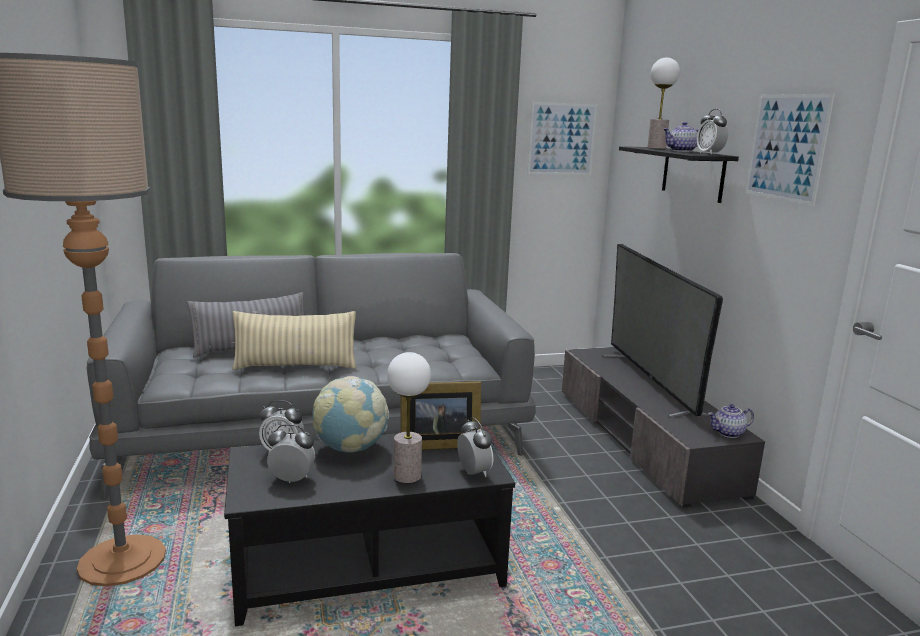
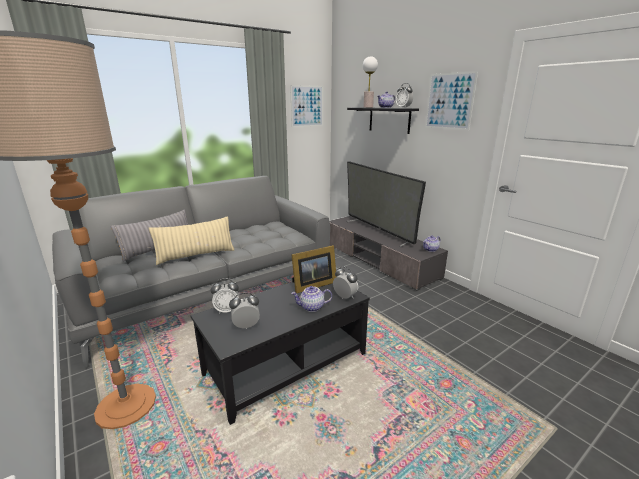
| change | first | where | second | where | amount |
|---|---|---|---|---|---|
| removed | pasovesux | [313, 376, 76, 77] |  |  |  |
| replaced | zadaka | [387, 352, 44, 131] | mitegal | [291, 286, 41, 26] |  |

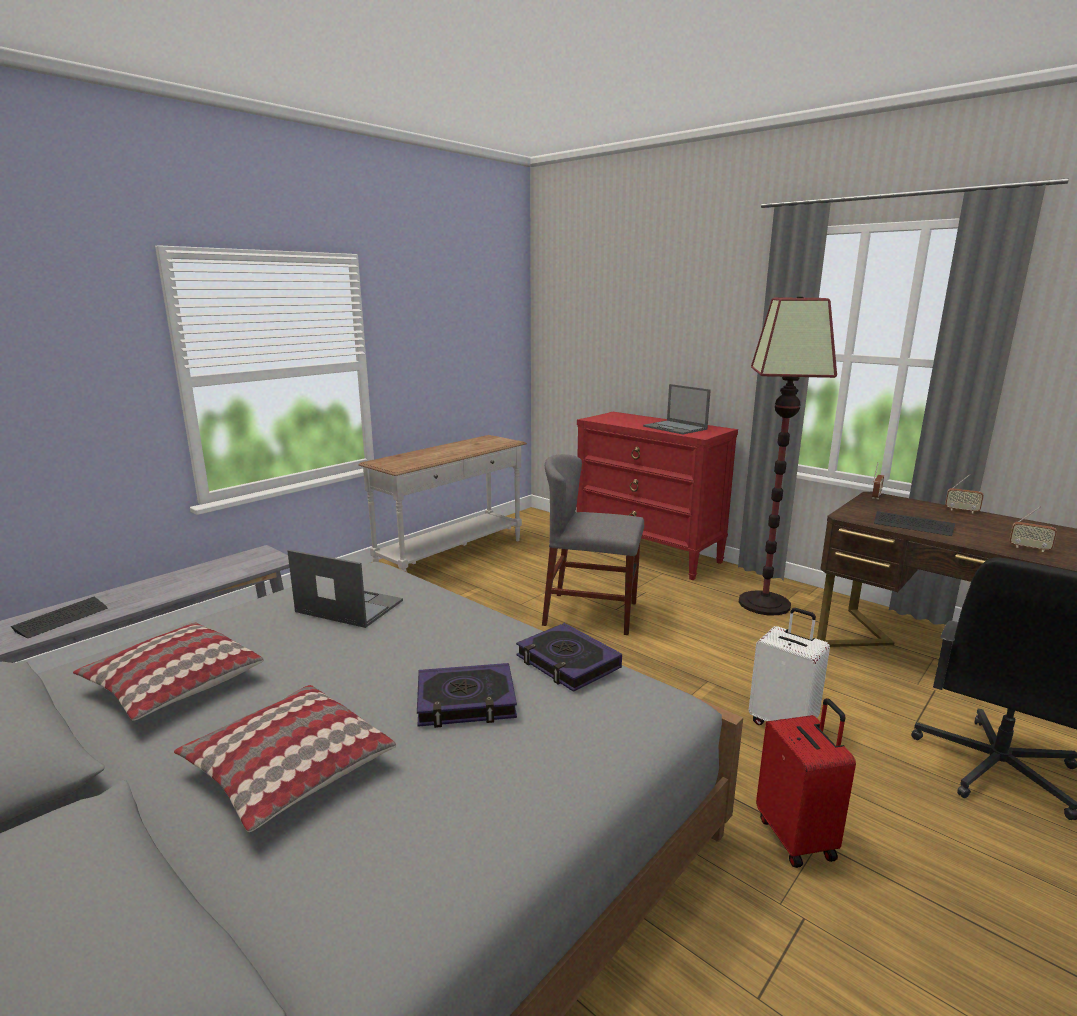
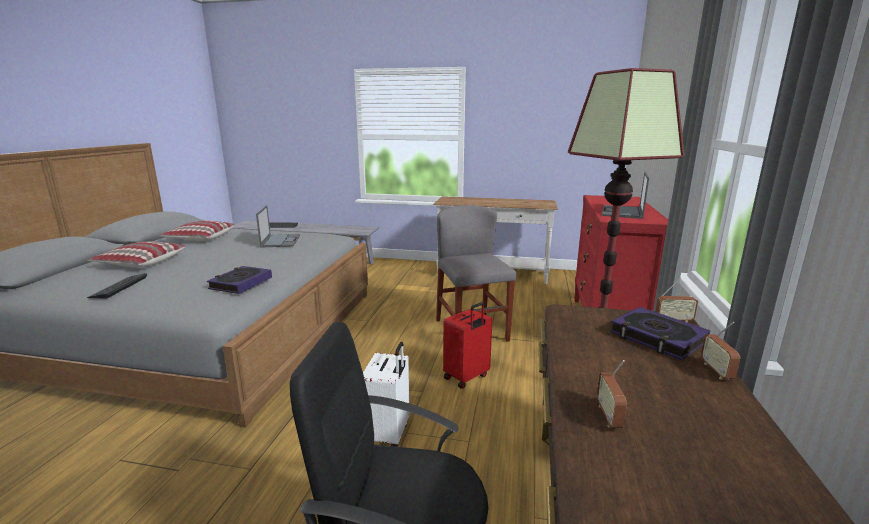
| change | first | where | second | where | amount |
|---|---|---|---|---|---|
| moved | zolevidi | [417, 663, 100, 65] |  | [610, 307, 100, 53] |  |
| moved | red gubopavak | [756, 698, 100, 170] |  | [443, 302, 50, 87] |  |
| moved | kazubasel | [874, 511, 81, 25] |  | [87, 273, 60, 25] |  |

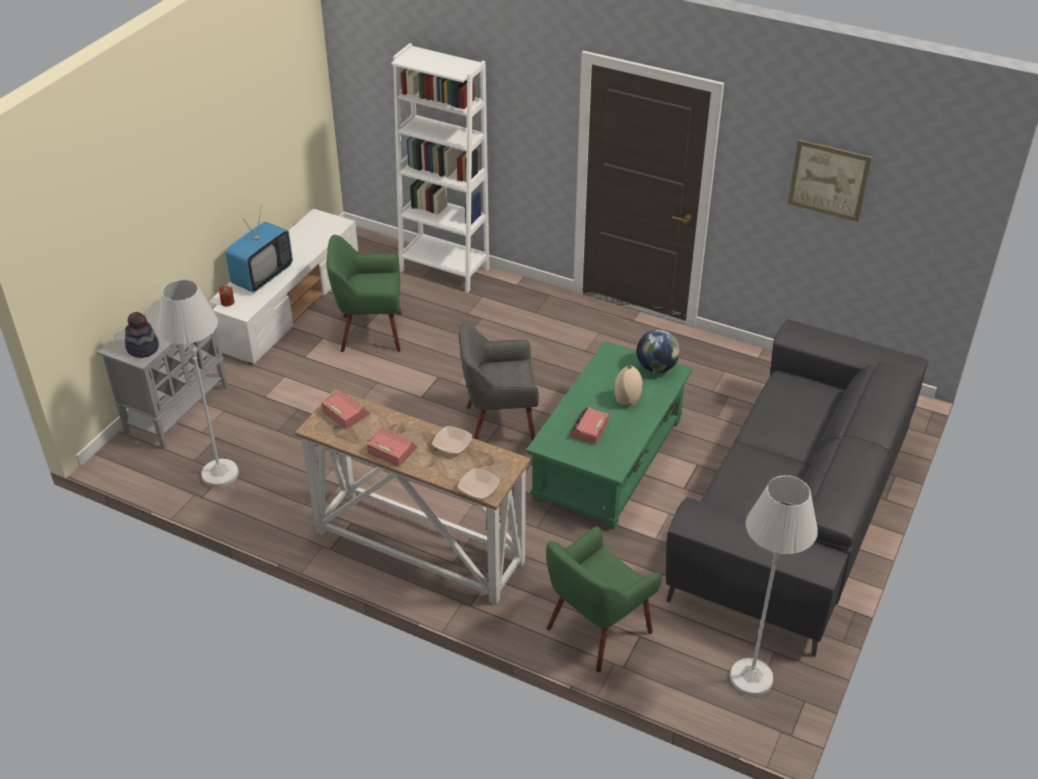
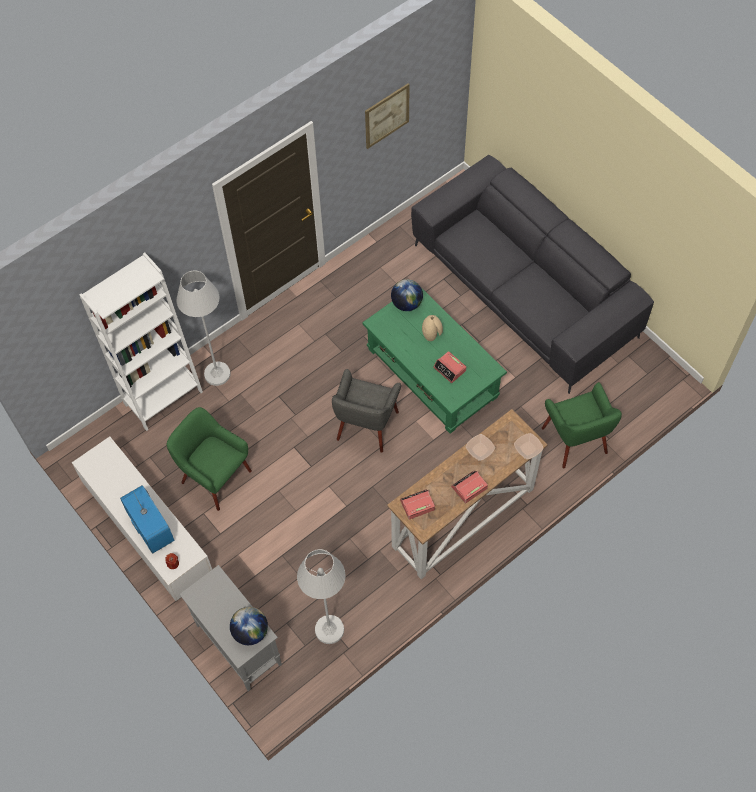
| change | first | where | second | where | amount |
|---|---|---|---|---|---|
| moved | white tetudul | [730, 475, 88, 221] |  | [176, 270, 55, 116] |  |
| replaced | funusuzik | [125, 312, 34, 46] | pasovesux | [230, 607, 38, 38] |  |
| turned | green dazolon | [326, 235, 76, 117] |  | [167, 407, 85, 104] | 105 degrees clockwise |

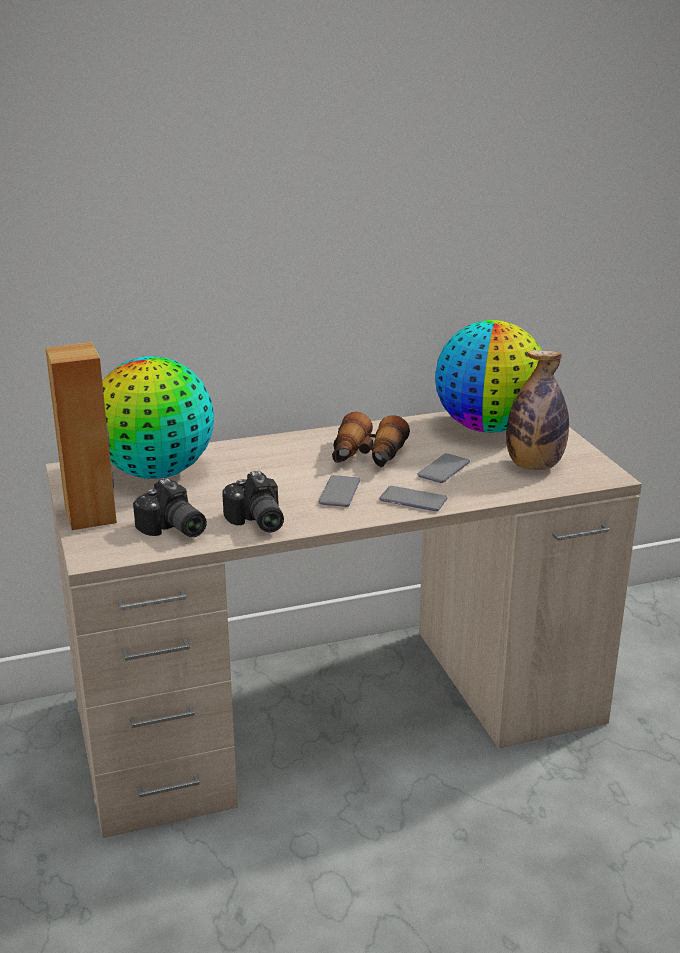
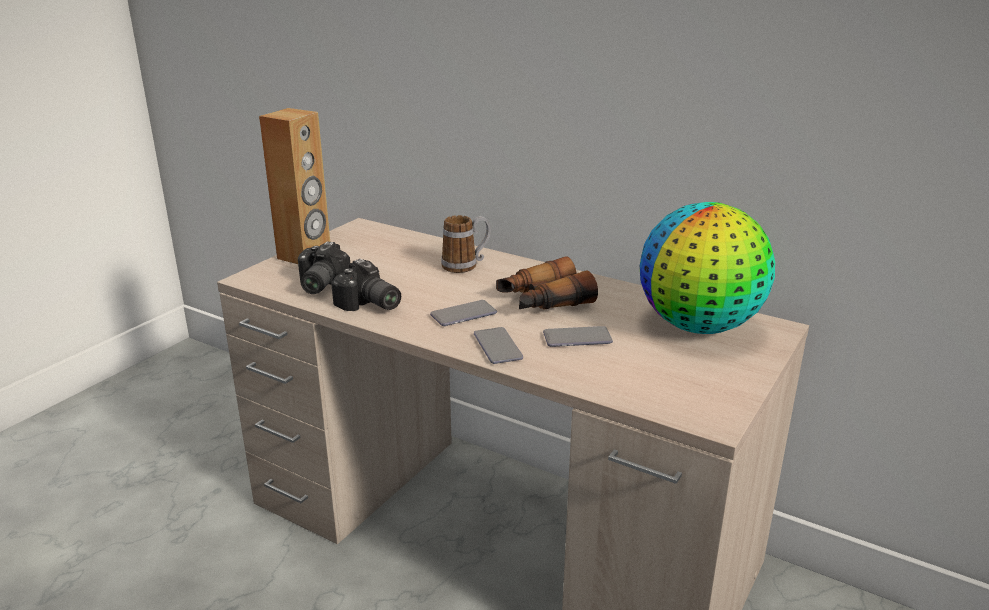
| change | first | where | second | where | amount |
|---|---|---|---|---|---|
| removed | pasovesux | [102, 356, 112, 123] |  |  |  |
| removed | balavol | [506, 350, 63, 120] |  |  |  |
| added |  |  | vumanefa | [441, 215, 50, 58] |  |
| turned | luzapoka | [222, 471, 62, 62] |  | [331, 259, 70, 52] | 75 degrees counterclockwise |

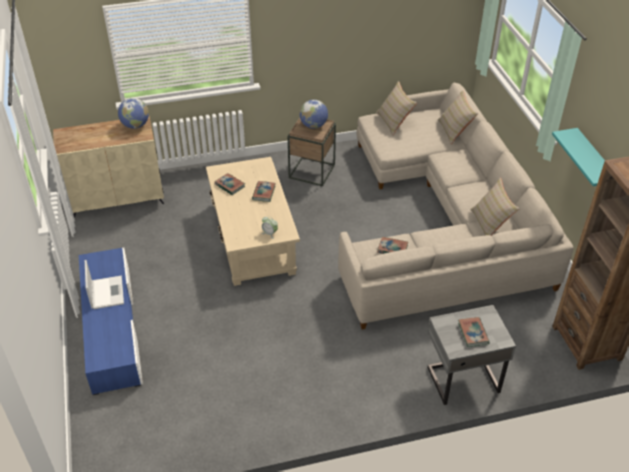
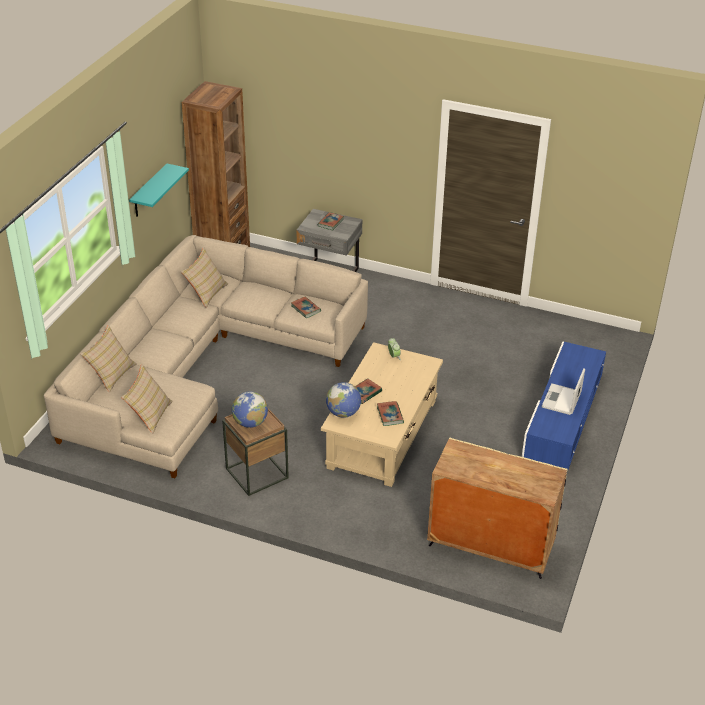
| change | first | where | second | where | amount |
|---|---|---|---|---|---|
| moved | pasovesux | [118, 98, 31, 31] |  | [326, 382, 35, 36] |  |

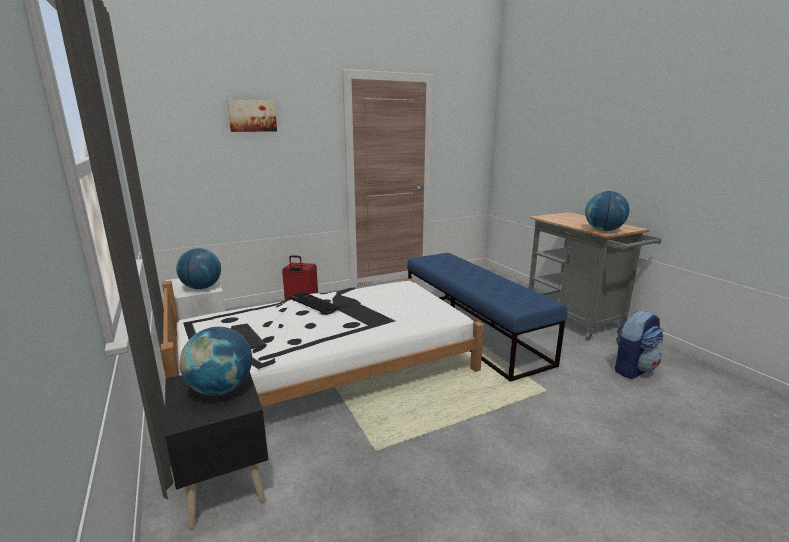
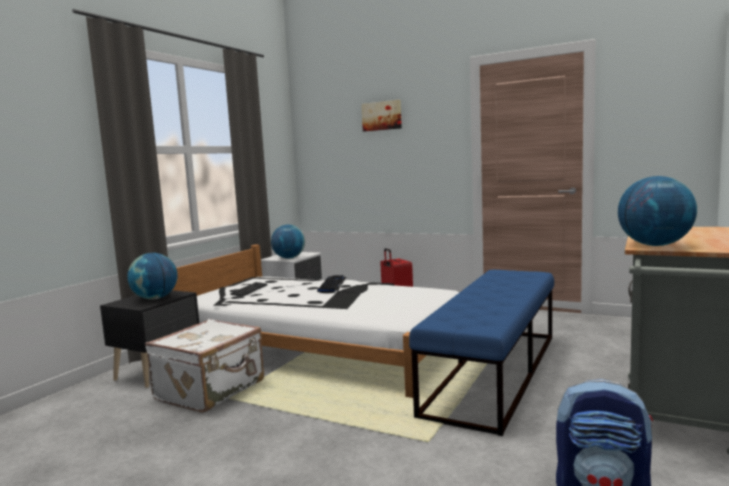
| change | first | where | second | where | amount |
|---|---|---|---|---|---|
| added |  |  | white gubopavak | [145, 319, 119, 94] |  |

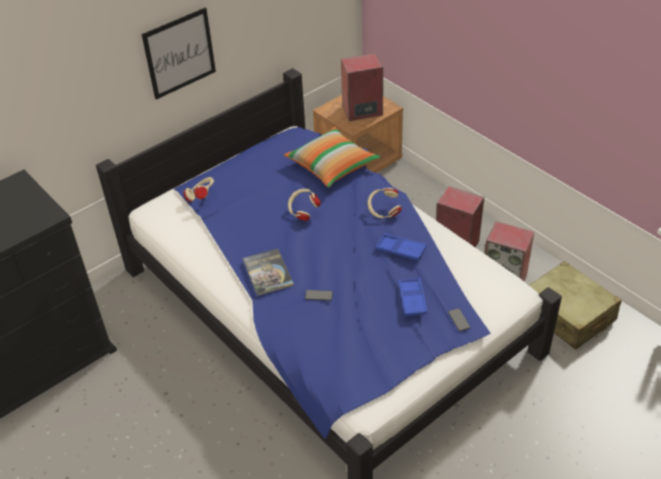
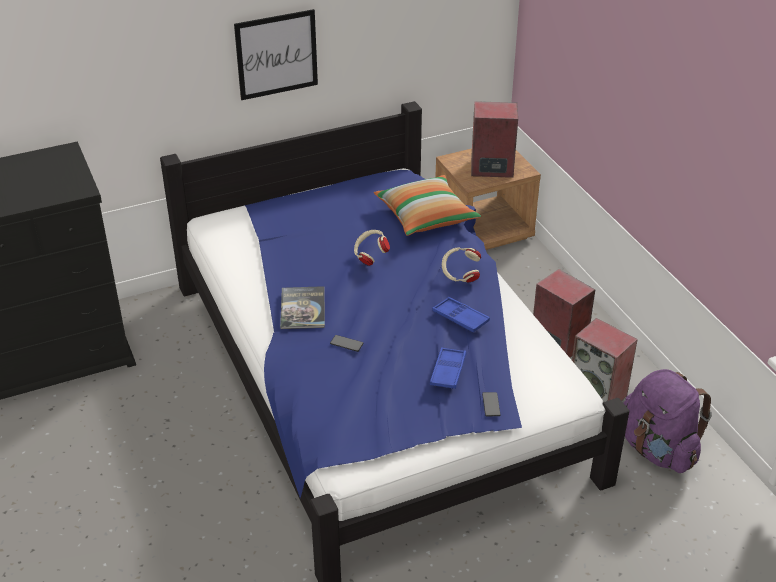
| change | first | where | second | where | amount |
|---|---|---|---|---|---|
| removed | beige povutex | [183, 177, 31, 25] |  |  |  |
| replaced | beige gubopavak | [529, 261, 93, 89] | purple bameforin | [623, 369, 89, 104] |  |

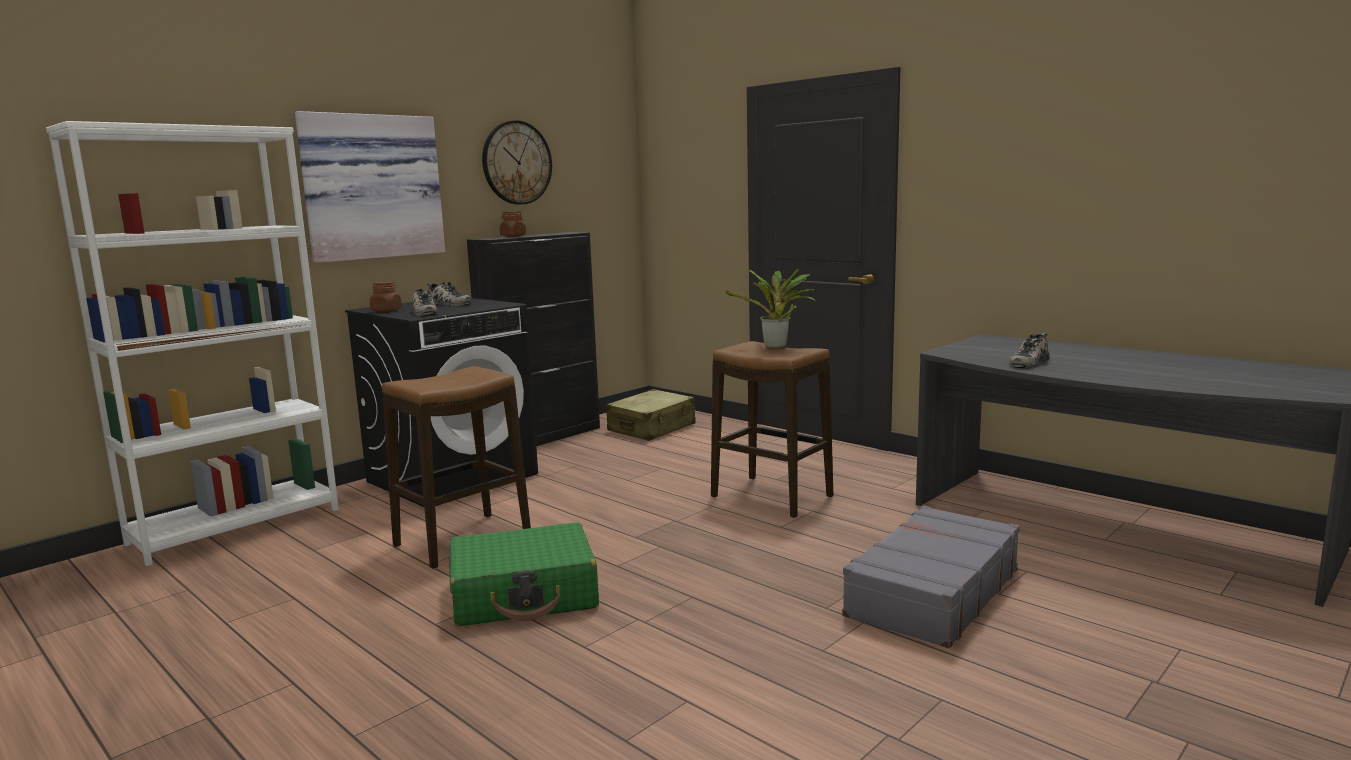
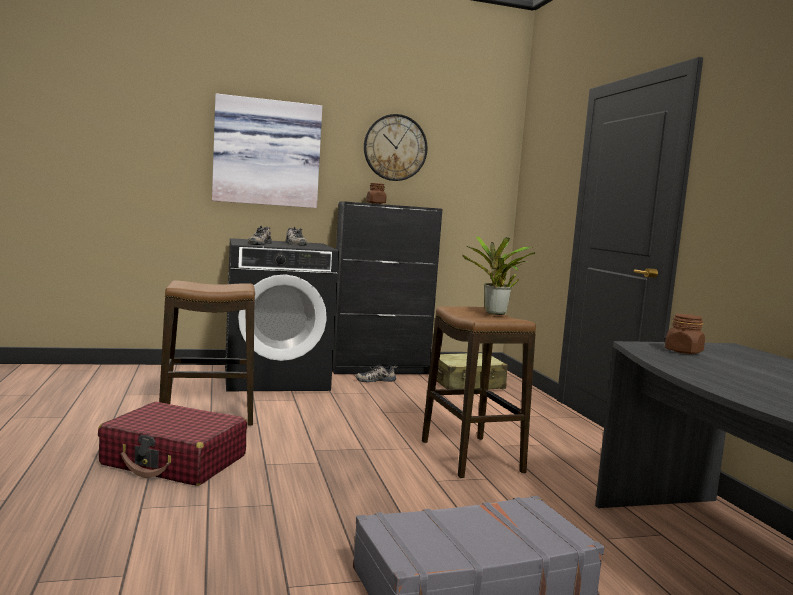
| change | first | where | second | where | amount |
|---|---|---|---|---|---|
| removed | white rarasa | [46, 121, 293, 445] |  |  |  |
| moved | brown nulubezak | [370, 281, 32, 31] |  | [665, 314, 40, 40] |  |
| moved | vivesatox | [1009, 333, 41, 35] |  | [356, 364, 42, 18] |  |
| recoloured | green gubopavak | [449, 522, 150, 104] | red gubopavak | [98, 402, 149, 84] |  |

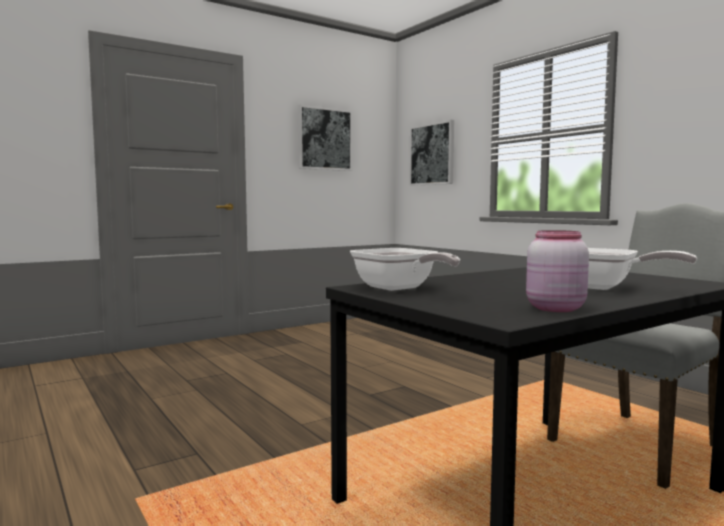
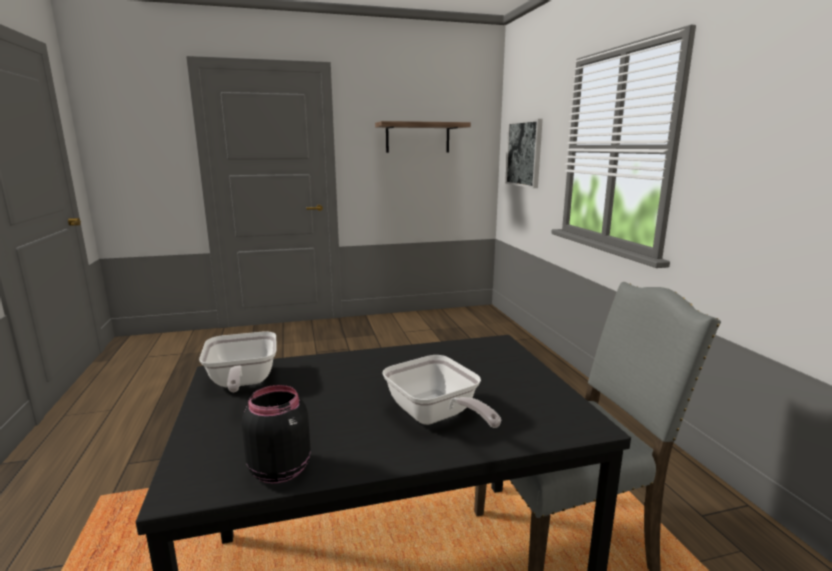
| change | first | where | second | where | amount |
|---|---|---|---|---|---|
| replaced | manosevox | [298, 104, 54, 67] | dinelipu | [375, 121, 96, 32] |  |
| recoloured | pink nulubezak | [526, 230, 63, 82] | black nulubezak | [242, 385, 69, 98] |  |

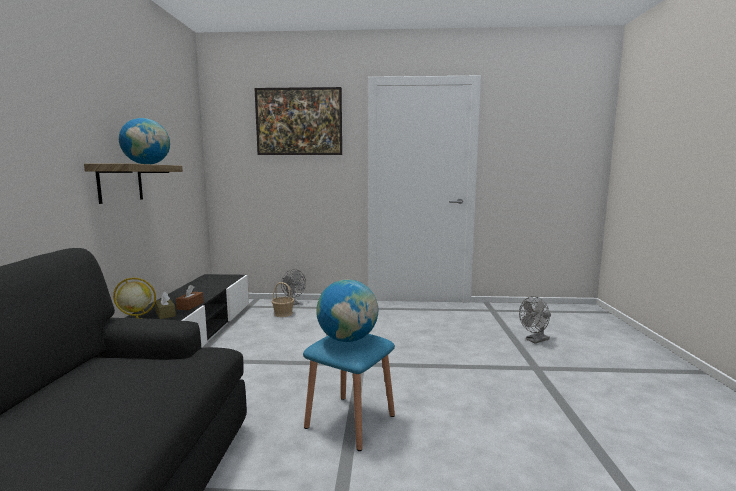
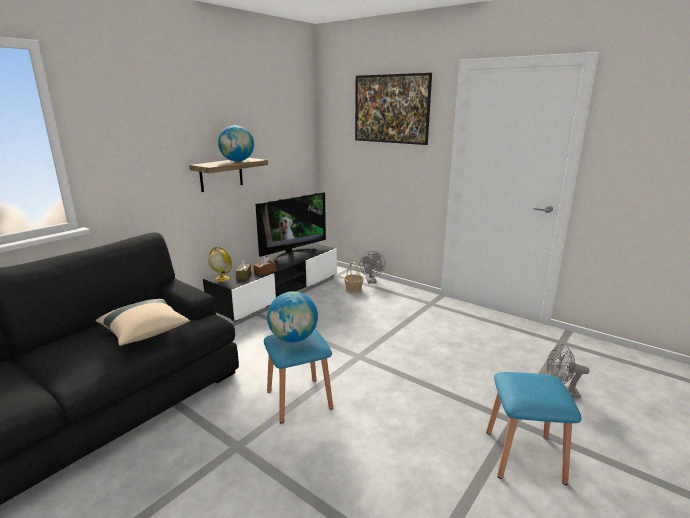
| change | first | where | second | where | amount |
|---|---|---|---|---|---|
| added |  |  | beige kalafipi | [96, 299, 94, 47] |  |
| added |  |  | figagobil | [255, 192, 71, 71] |  |
| added |  |  | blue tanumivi | [486, 372, 96, 113] |  |

